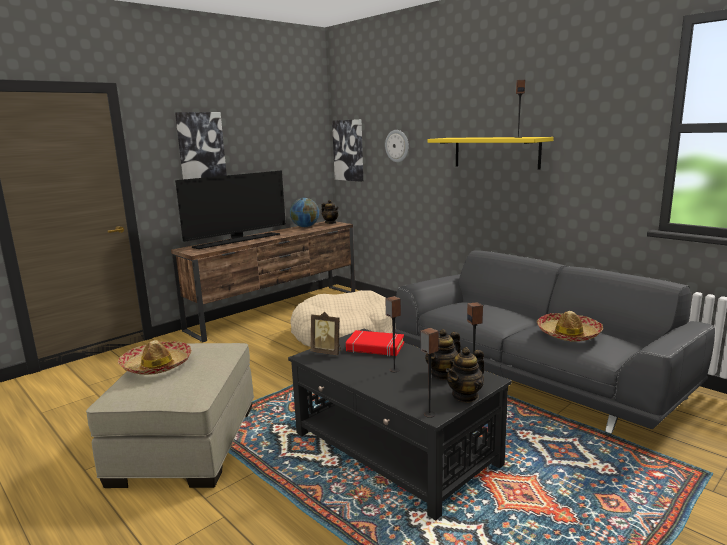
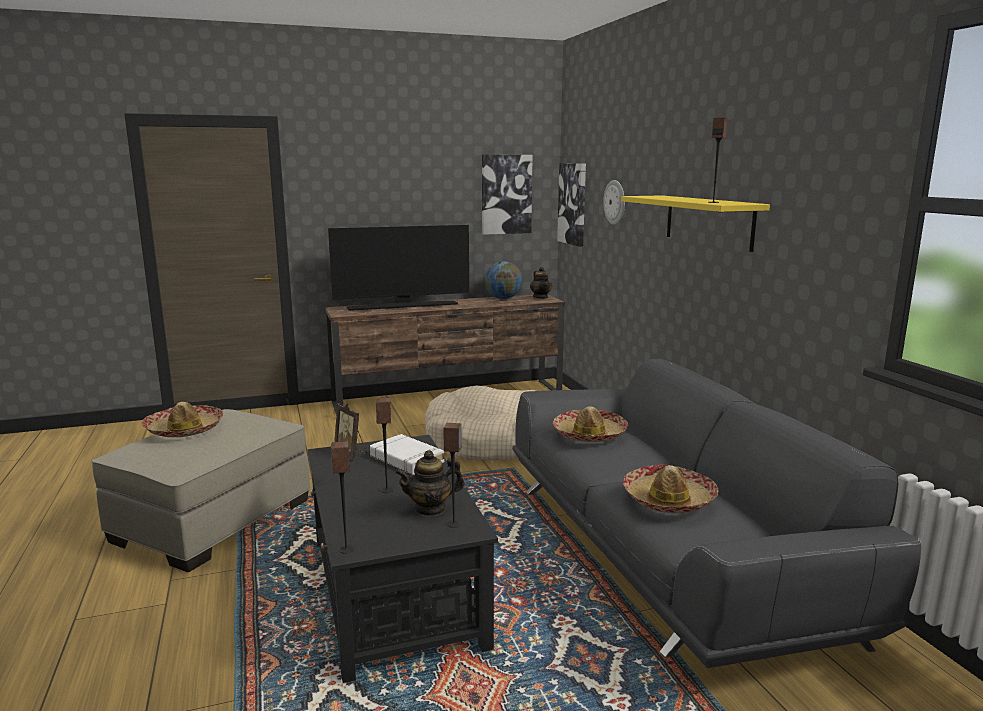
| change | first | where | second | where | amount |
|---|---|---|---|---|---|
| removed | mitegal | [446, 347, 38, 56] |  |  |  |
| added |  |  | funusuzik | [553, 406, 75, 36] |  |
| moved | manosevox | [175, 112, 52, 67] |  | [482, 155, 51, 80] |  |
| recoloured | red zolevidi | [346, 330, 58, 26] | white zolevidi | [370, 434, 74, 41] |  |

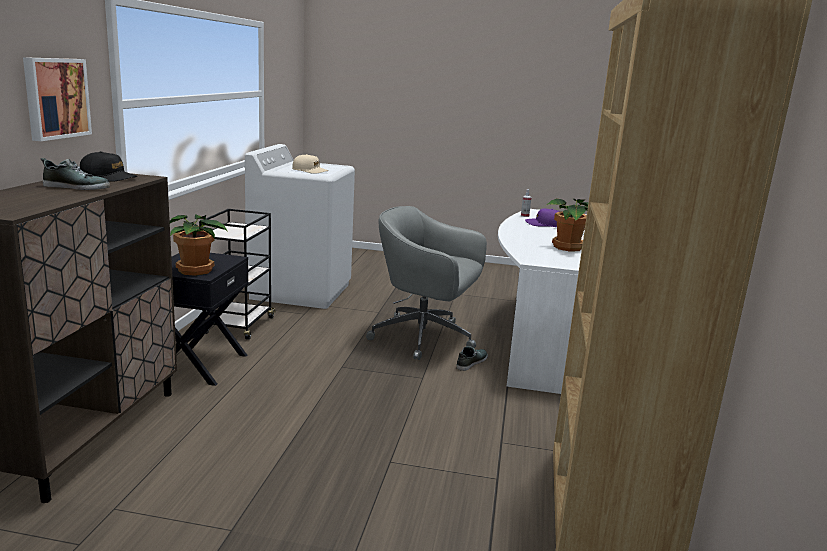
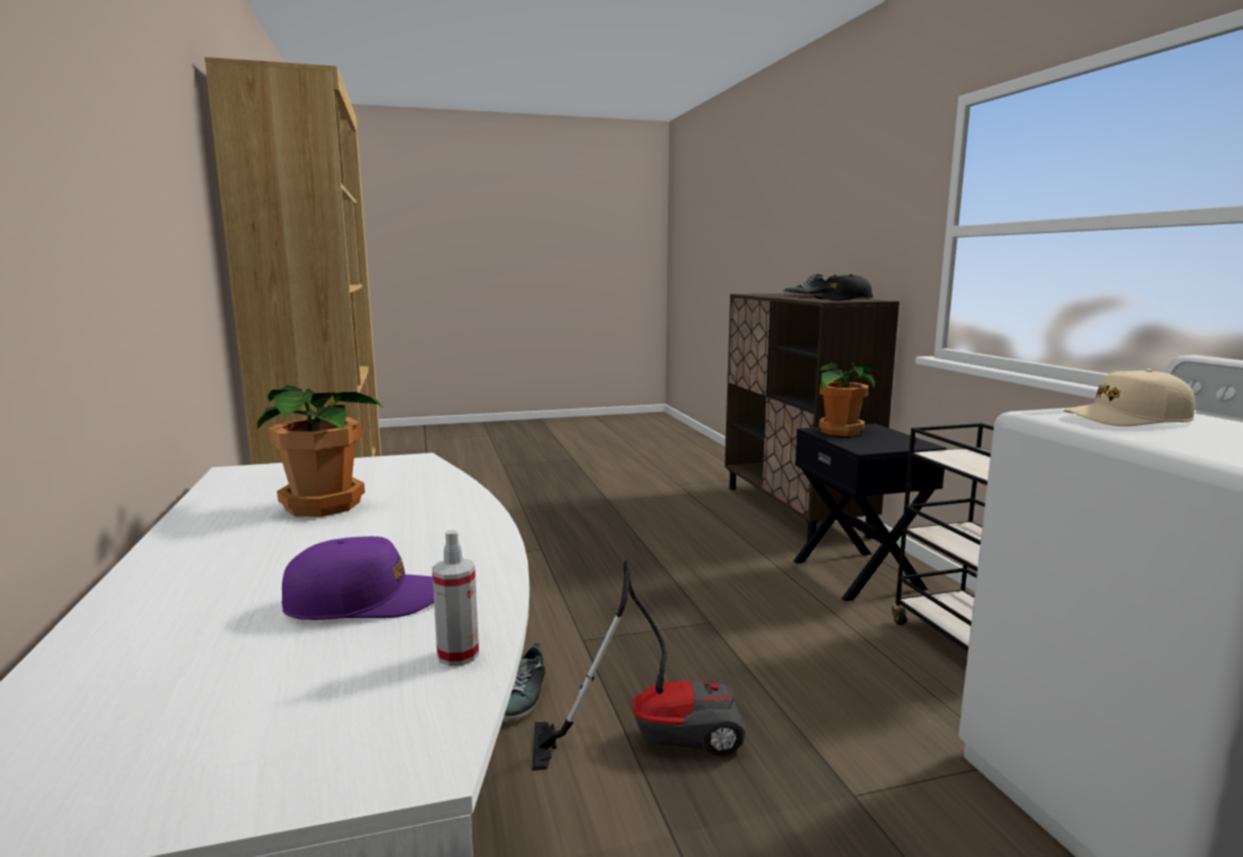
| change | first | where | second | where | amount |
|---|---|---|---|---|---|
| removed | manosevox | [23, 57, 69, 84] |  |  |  |
| replaced | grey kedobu | [366, 206, 121, 154] | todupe | [532, 560, 213, 211] |  |

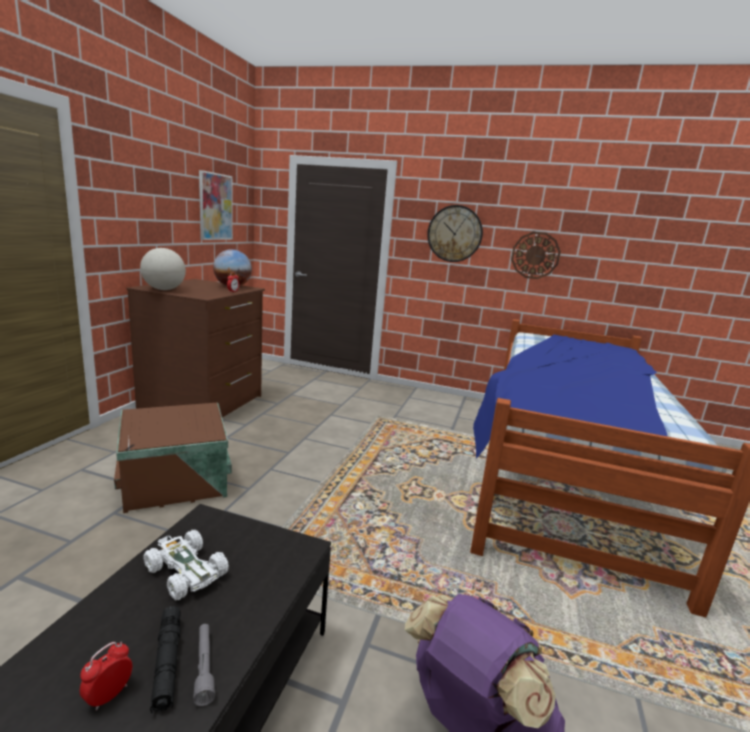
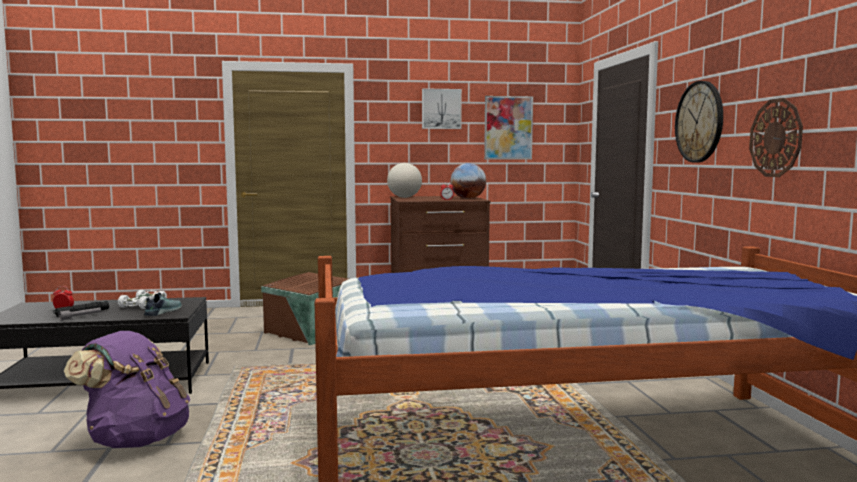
| change | first | where | second | where | amount |
|---|---|---|---|---|---|
| added |  |  | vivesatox | [144, 292, 38, 24] |  |
| added |  |  | manosevox | [422, 88, 40, 41] |  |

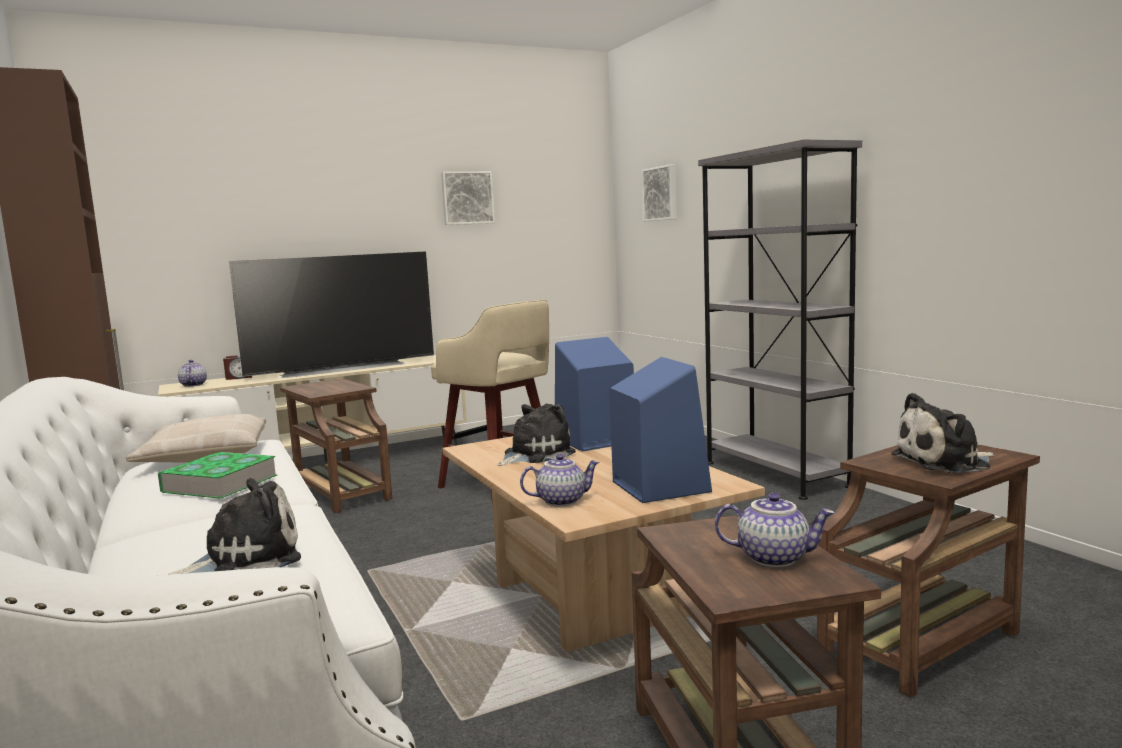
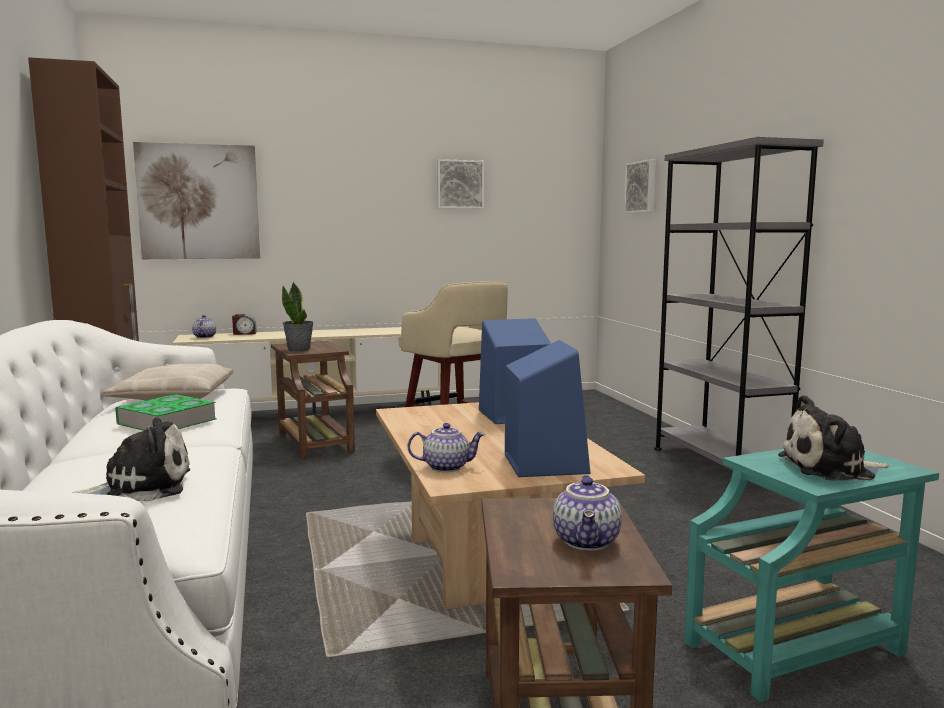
| change | first | where | second | where | amount |
|---|---|---|---|---|---|
| removed | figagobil | [229, 251, 205, 127] |  |  |  |
| removed | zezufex | [498, 404, 78, 62] |  |  |  |
| added |  |  | manosevox | [133, 142, 127, 117] |  |
| added |  |  | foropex | [282, 282, 32, 69] |  |
| recoloured | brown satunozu | [817, 444, 223, 254] | turquoise satunozu | [684, 449, 255, 253] |  |
| turned | mitegal | [715, 493, 120, 74] |  | [553, 475, 69, 76] | 75 degrees clockwise |

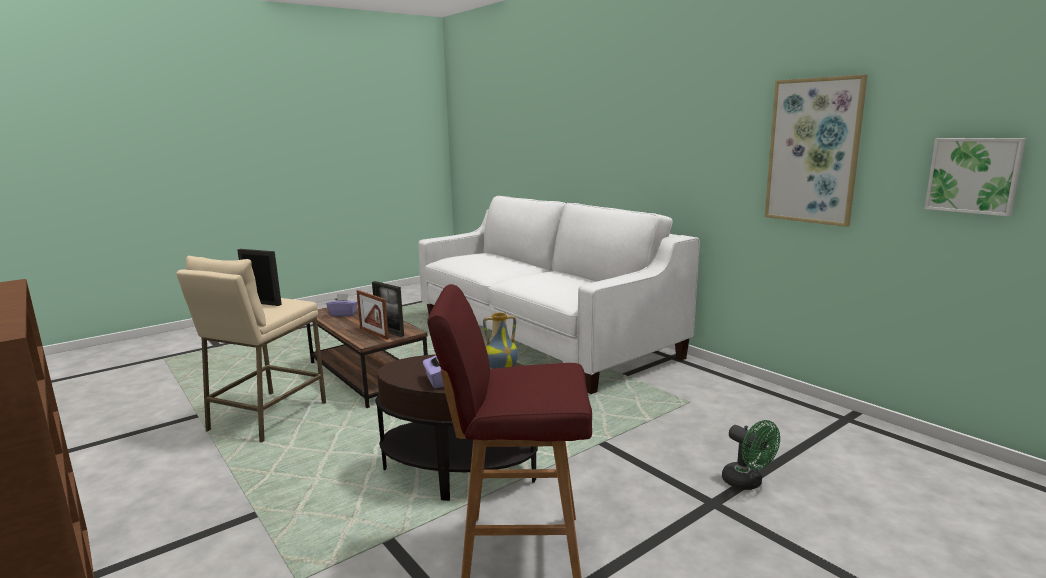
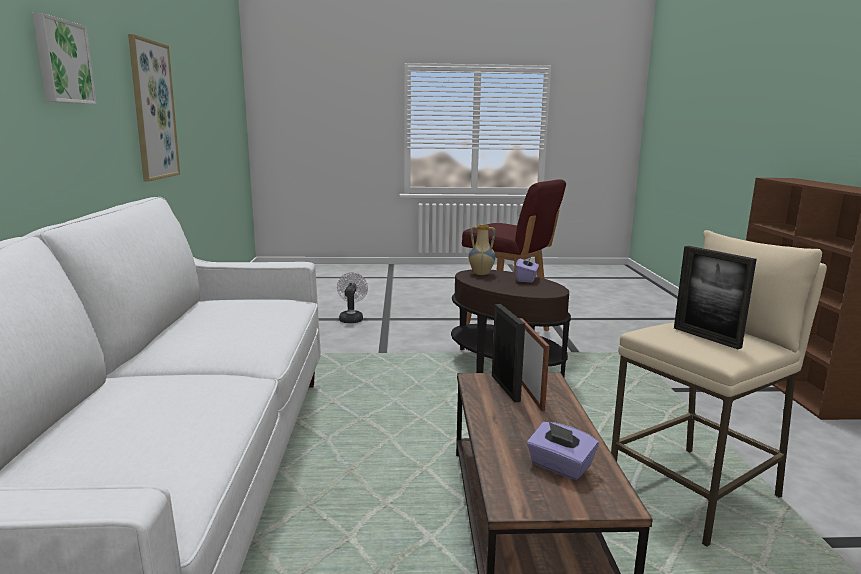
| change | first | where | second | where | amount |
|---|---|---|---|---|---|
| moved | manosevox | [925, 138, 101, 78] |  | [32, 13, 65, 91] |  |
| recoloured | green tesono | [722, 420, 58, 70] | white tesono | [337, 272, 31, 51] |  |

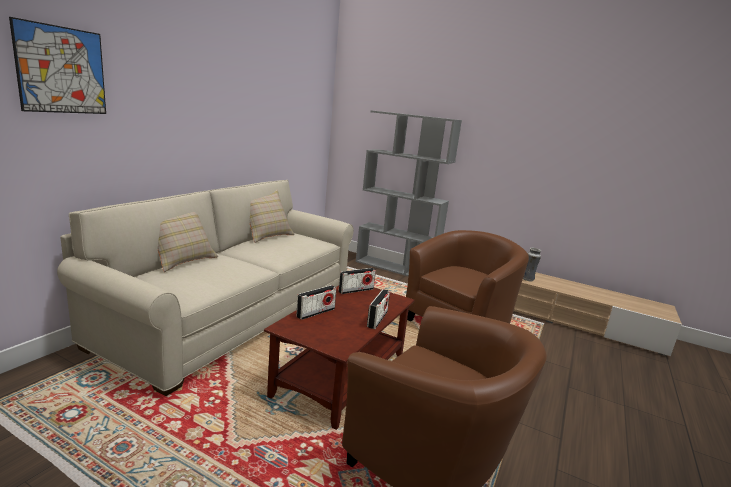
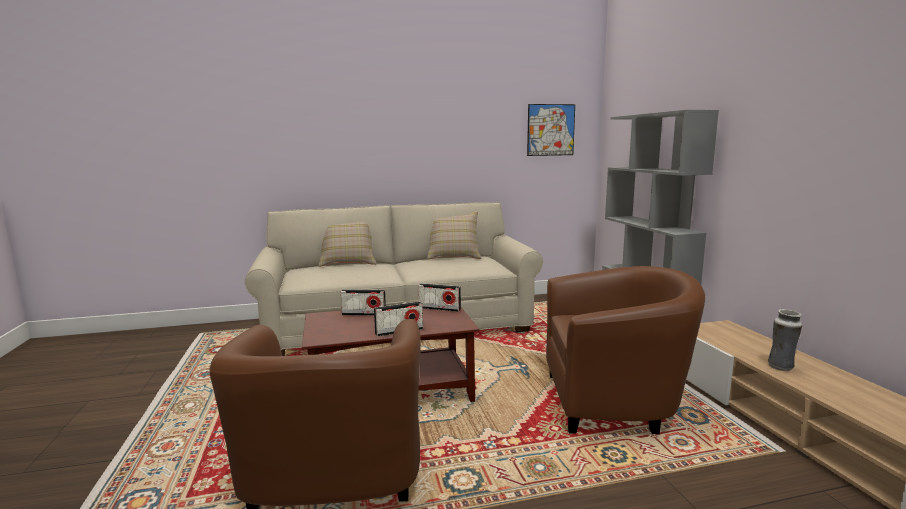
| change | first | where | second | where | amount |
|---|---|---|---|---|---|
| moved | manosevox | [9, 17, 97, 97] |  | [527, 104, 48, 52] |  |

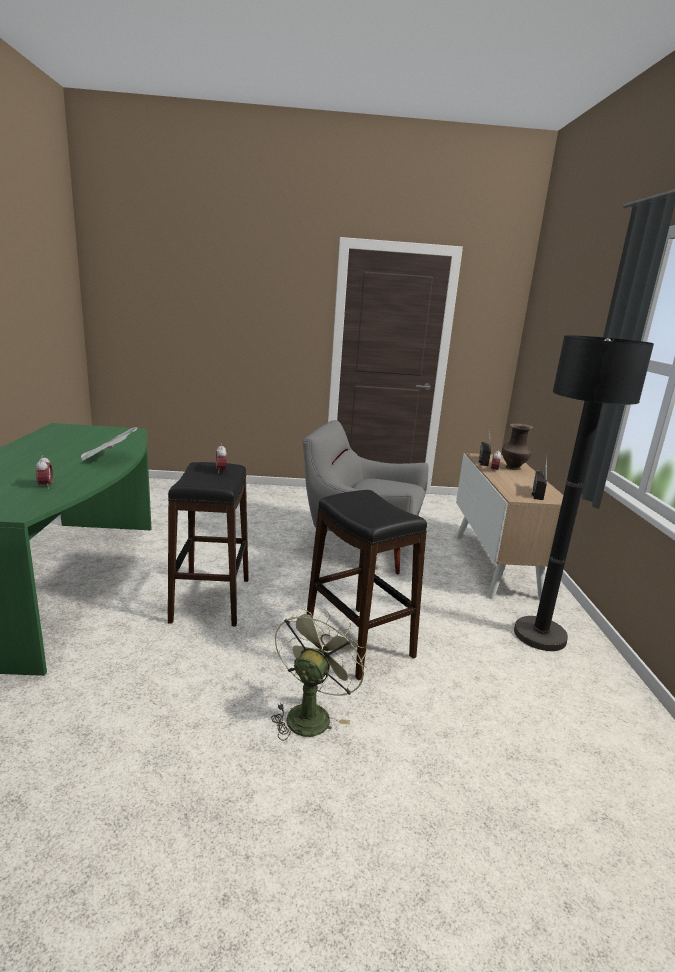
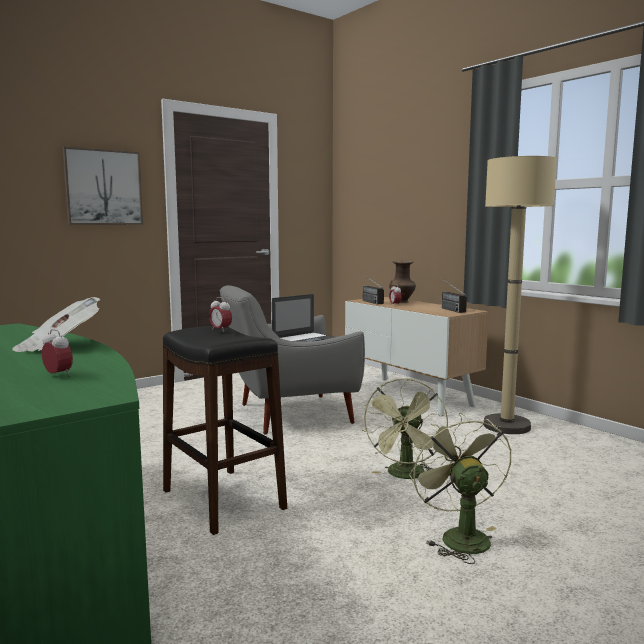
| change | first | where | second | where | amount |
|---|---|---|---|---|---|
| added |  |  | manosevox | [63, 147, 80, 78] |  |
| added |  |  | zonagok | [272, 294, 62, 48] |  |
| replaced | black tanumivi | [306, 490, 121, 190] | green tesono | [362, 378, 86, 101] |  |
| recoloured | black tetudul | [514, 335, 140, 316] | beige tetudul | [483, 156, 74, 278] |  |

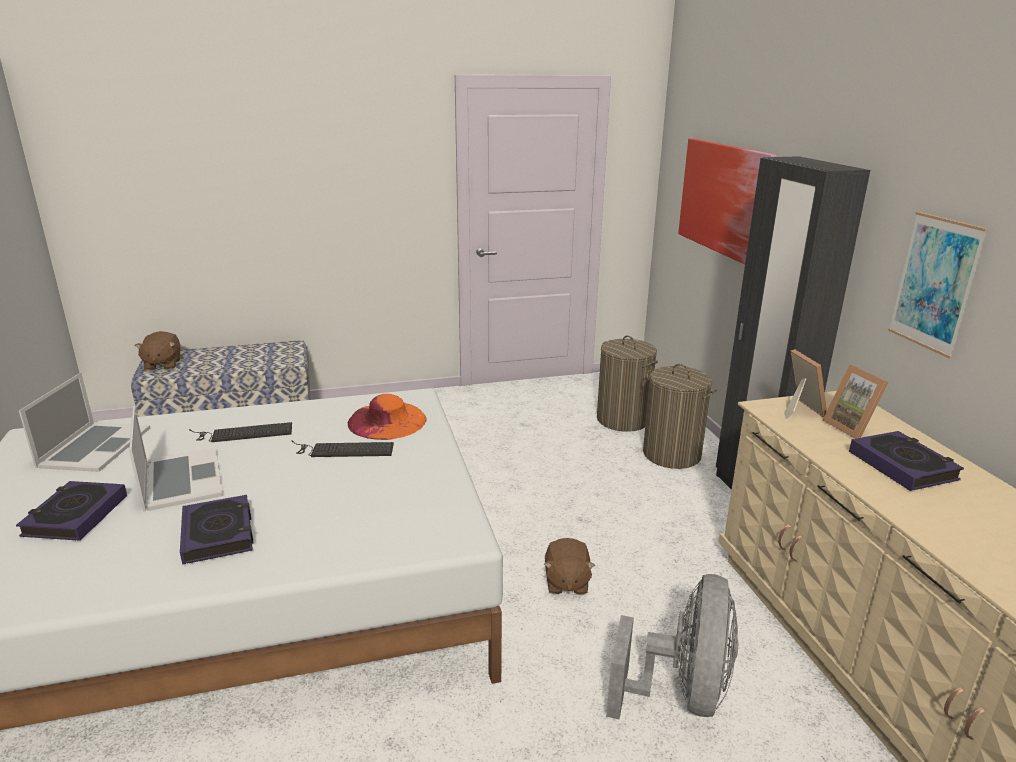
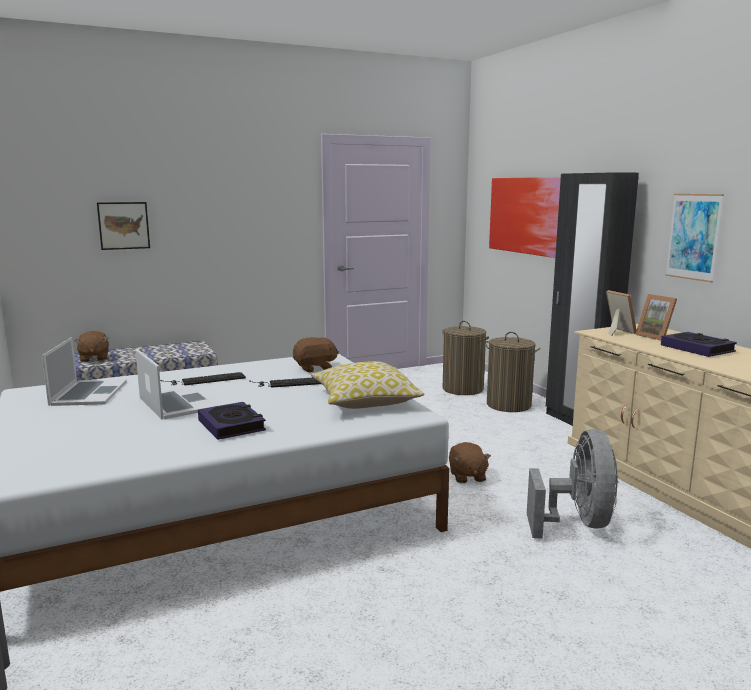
| change | first | where | second | where | amount |
|---|---|---|---|---|---|
| removed | zolevidi | [16, 481, 111, 60] |  |  |  |
| added |  |  | manosevox | [97, 202, 53, 48] |  |
| added |  |  | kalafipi | [311, 361, 113, 48] |  |
| replaced | orange funusuzik | [348, 394, 78, 46] | brown zezufex | [293, 337, 46, 35] |  |

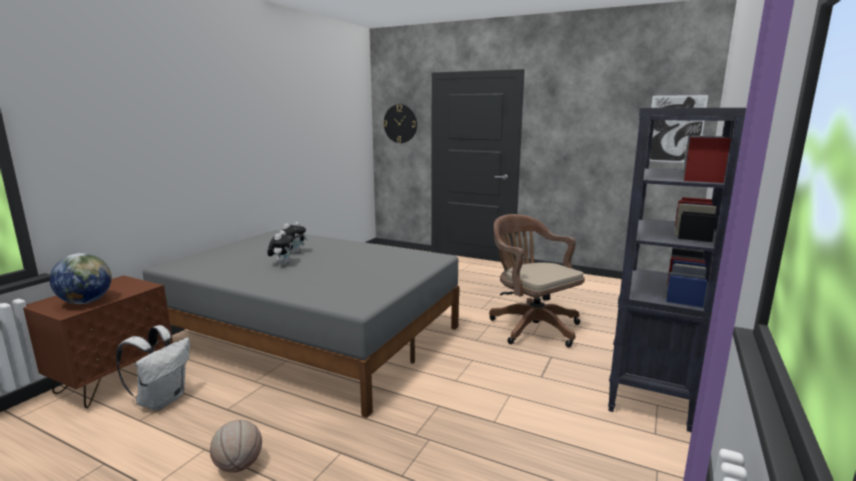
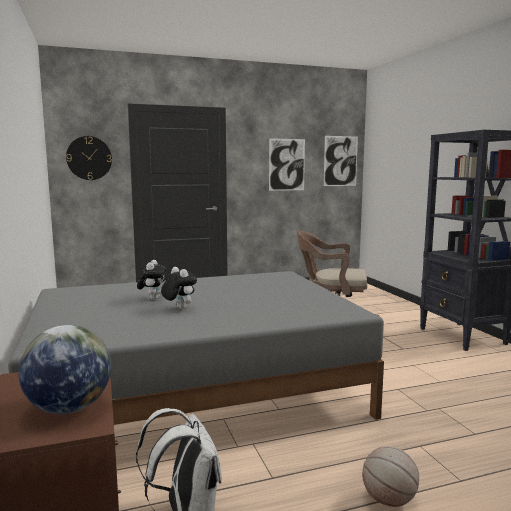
| change | first | where | second | where | amount |
|---|---|---|---|---|---|
| added |  |  | manosevox | [269, 138, 36, 53] |  |

